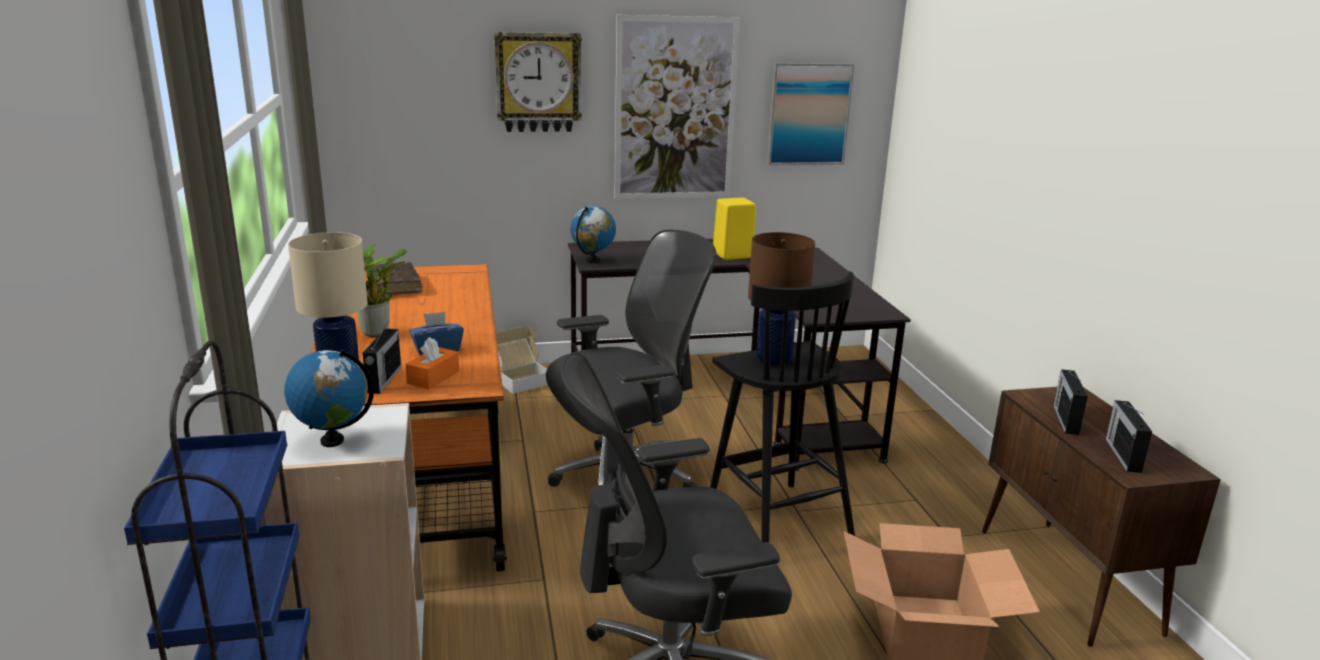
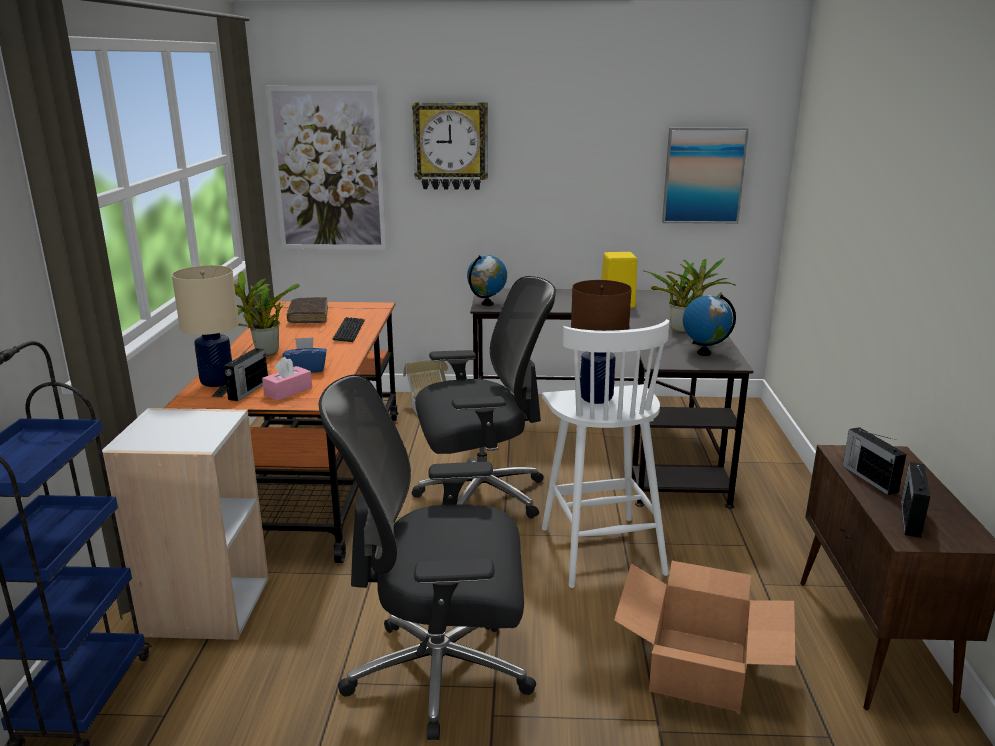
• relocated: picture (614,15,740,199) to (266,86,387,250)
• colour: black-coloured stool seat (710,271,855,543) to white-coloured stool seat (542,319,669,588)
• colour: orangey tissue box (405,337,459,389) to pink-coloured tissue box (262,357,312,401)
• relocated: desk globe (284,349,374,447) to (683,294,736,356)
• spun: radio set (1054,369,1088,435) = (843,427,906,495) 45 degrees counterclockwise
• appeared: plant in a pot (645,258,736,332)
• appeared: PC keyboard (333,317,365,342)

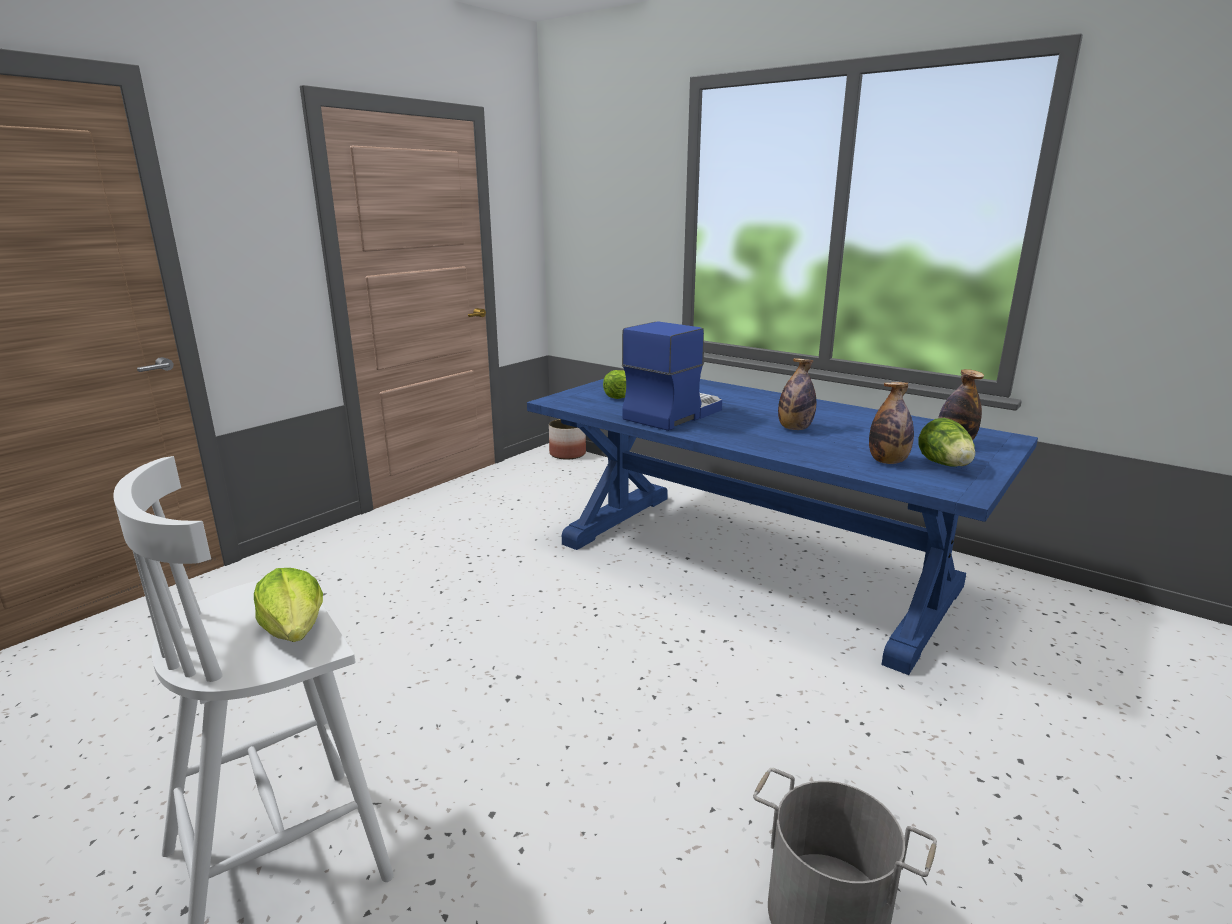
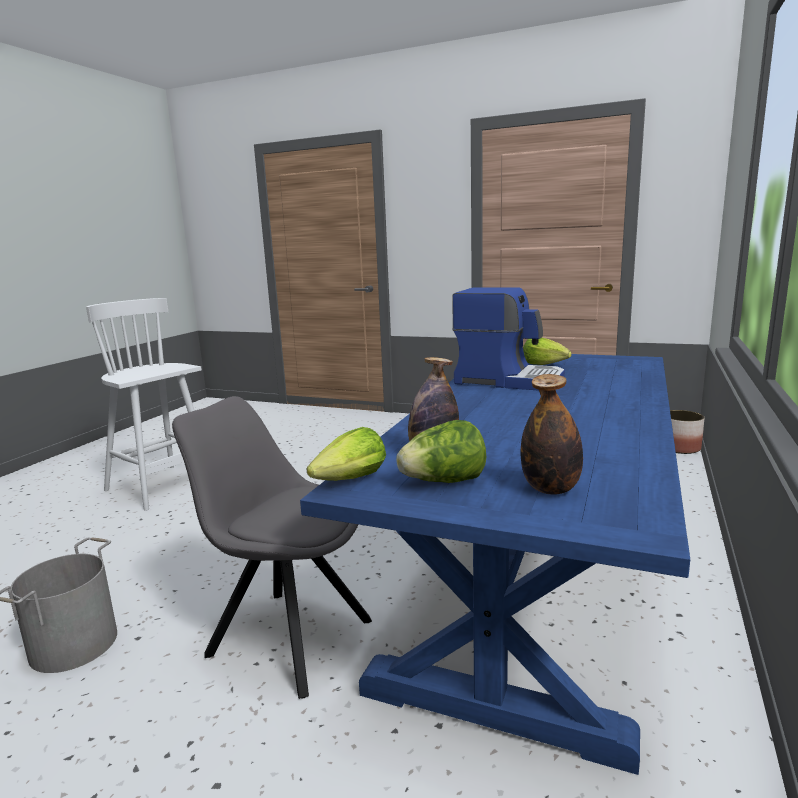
• missing: bottle (778,358,816,430)
• relocated: head of lettuce (254,568,323,642) to (307,427,386,481)
• appeared: gray plain chair (172,396,372,699)

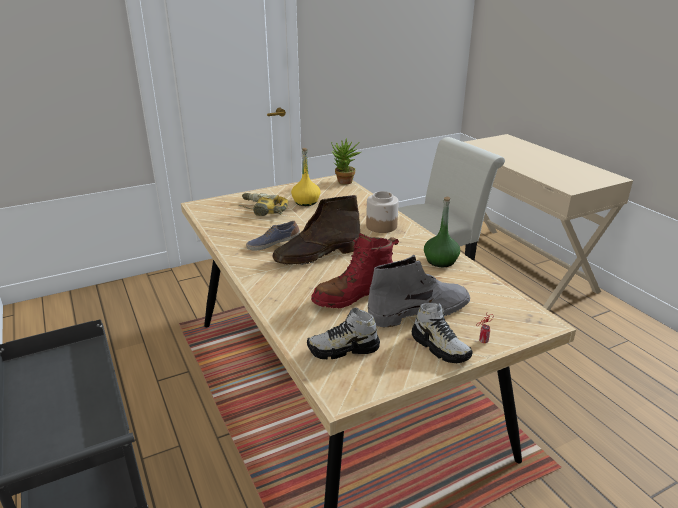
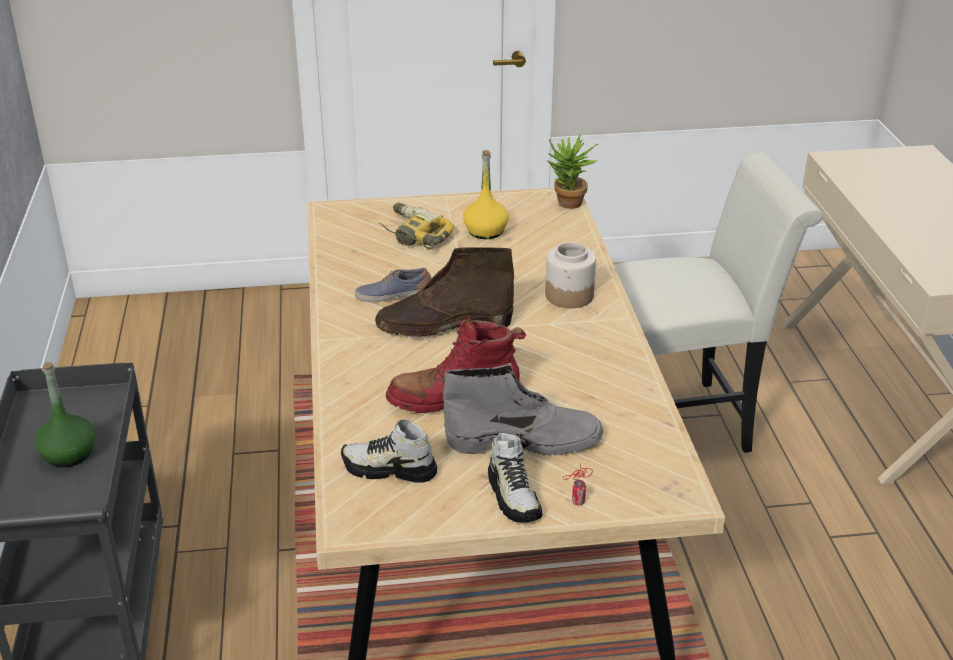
• relocated: greenish bottle (424,197,460,267) to (35,362,95,467)

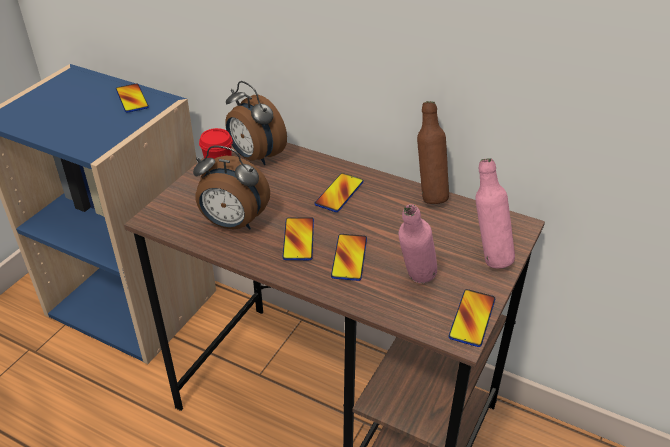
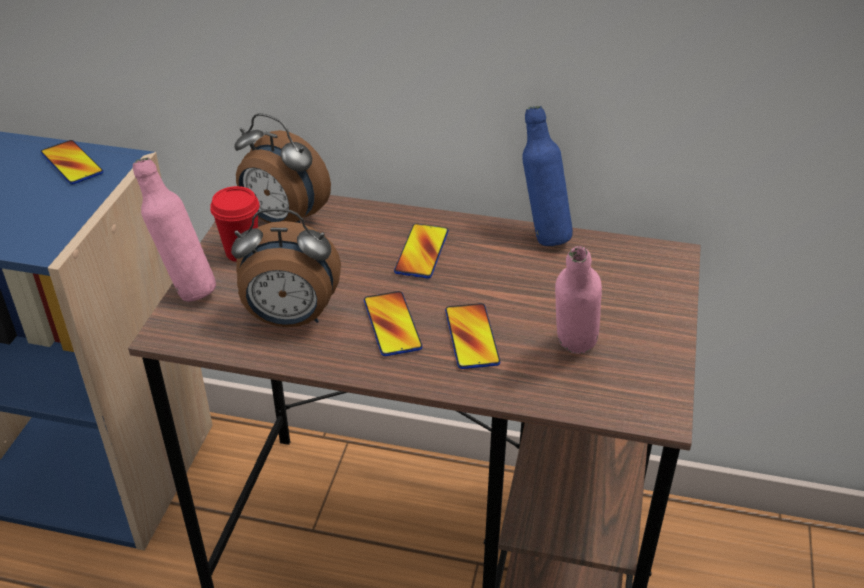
• colour: brown-coloured bottle (417,101,449,204) to blue bottle (522,106,573,246)
• relocated: pink-coloured bottle (475,158,515,269) to (133,157,216,302)
• missing: handset (448,289,495,347)

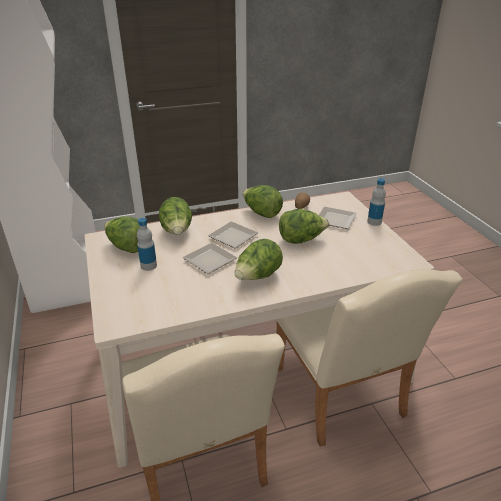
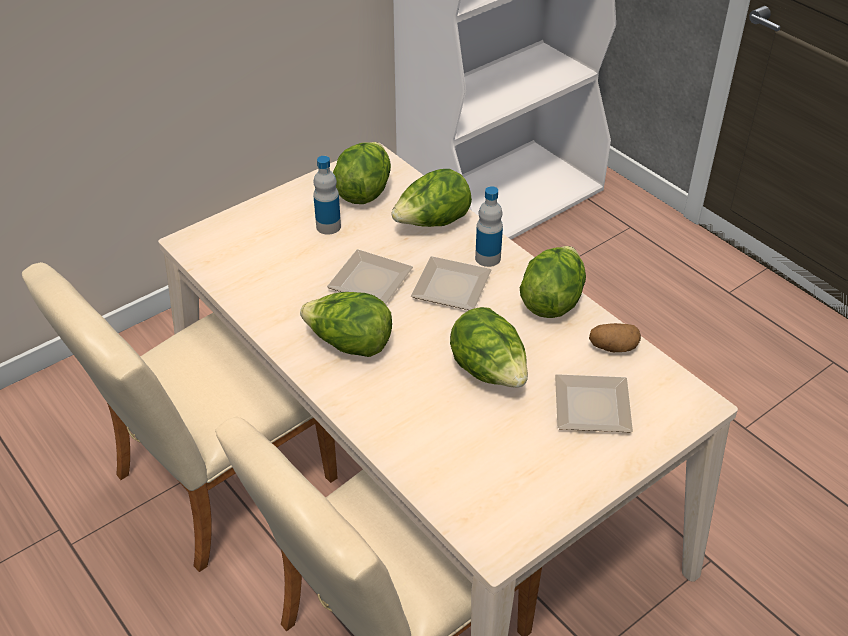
• relocated: bottle (367,178,386,226) to (475,186,503,267)

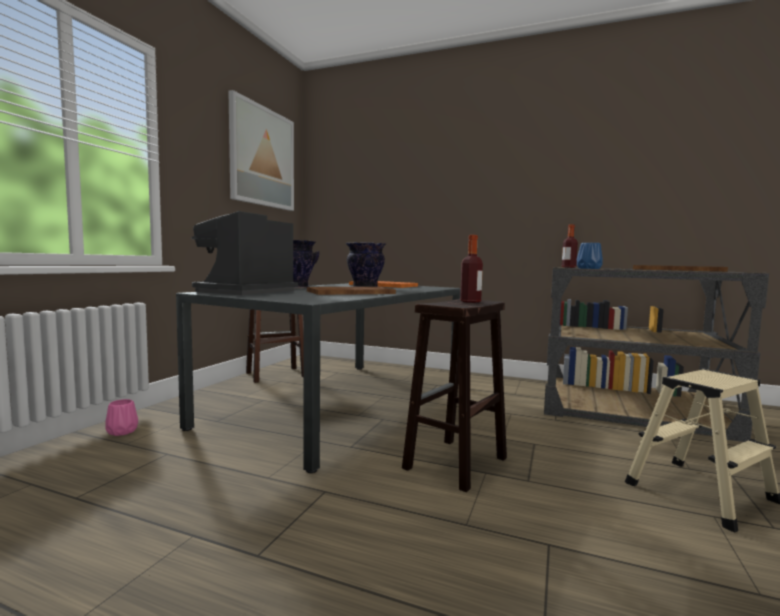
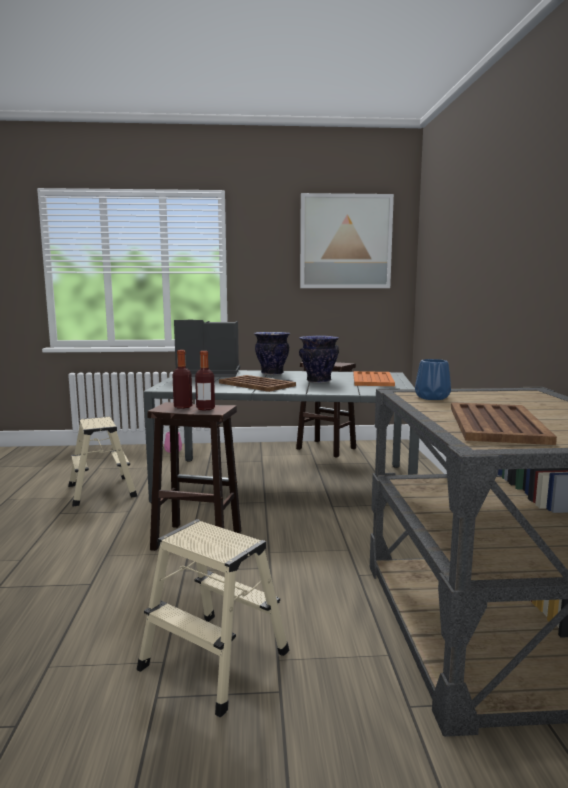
• relocated: bottle (562,224,578,268) to (172,350,192,409)
• appeared: beige stepladder (68,416,137,506)

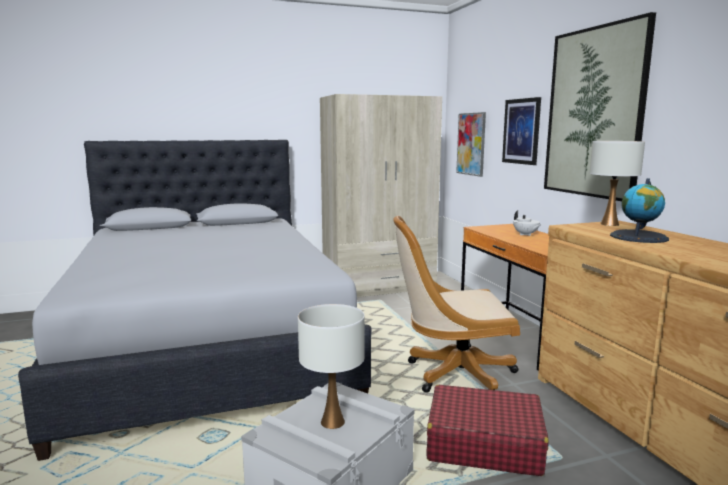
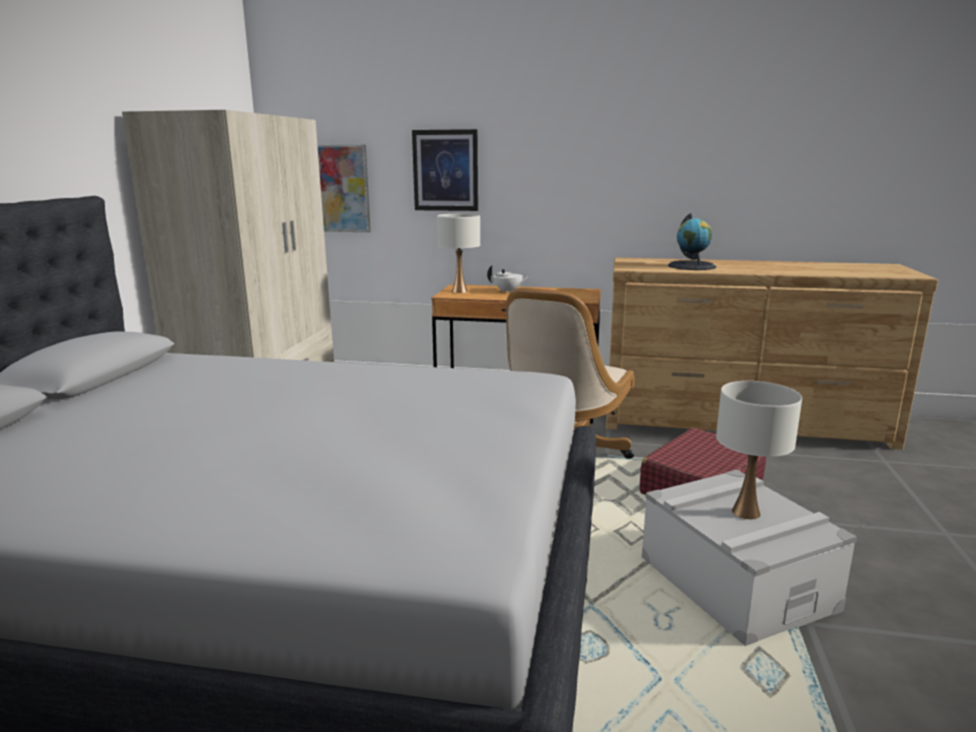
• missing: picture (544,12,656,201)
• relocated: white-coloured table lamp (590,141,645,226) to (437,214,480,293)

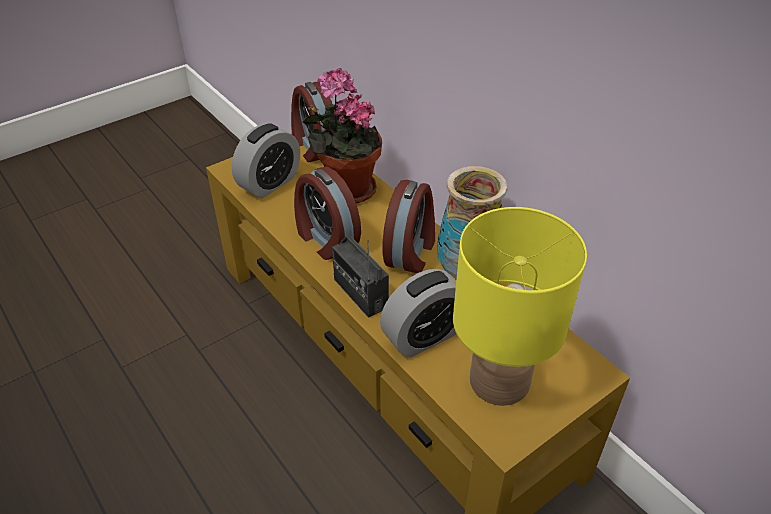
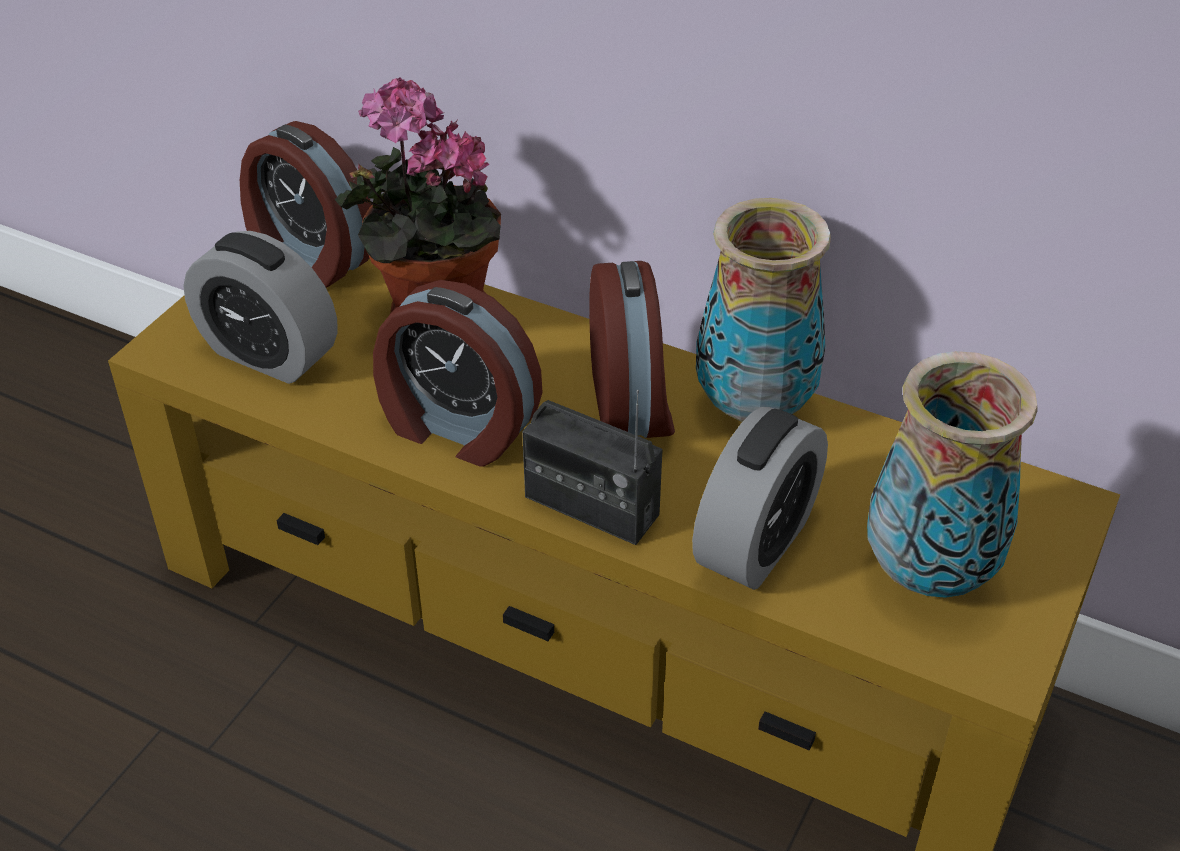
• spun: table clock (232,123,300,198) = (183,231,337,384) 105 degrees clockwise
• exchanged: yellowish table lamp (453,207,587,406) to flower vase (867,351,1038,598)

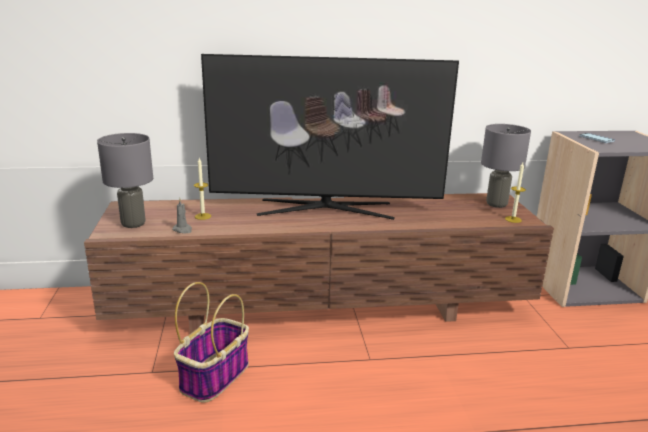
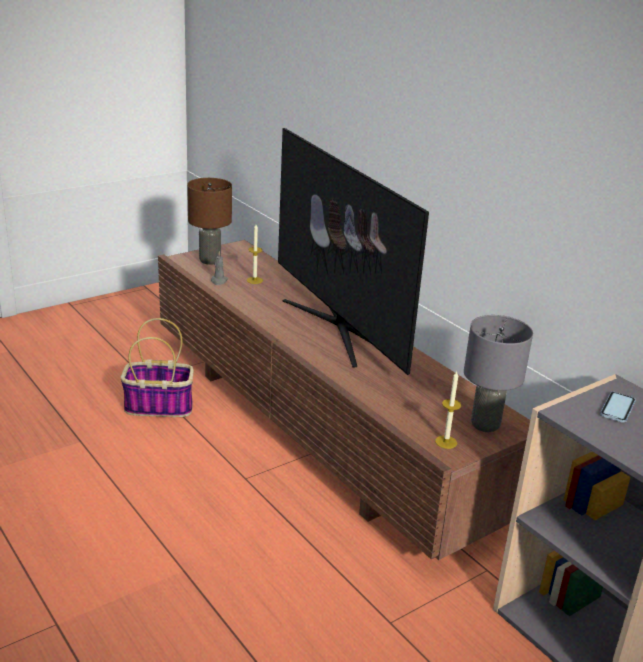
• colour: gray table lamp (97,133,153,228) to brown-coloured table lamp (187,178,232,265)

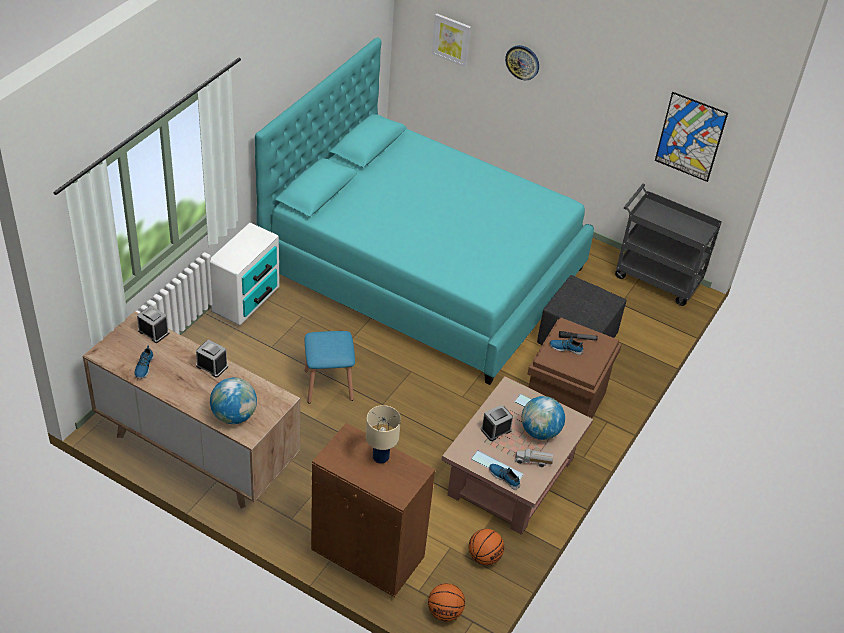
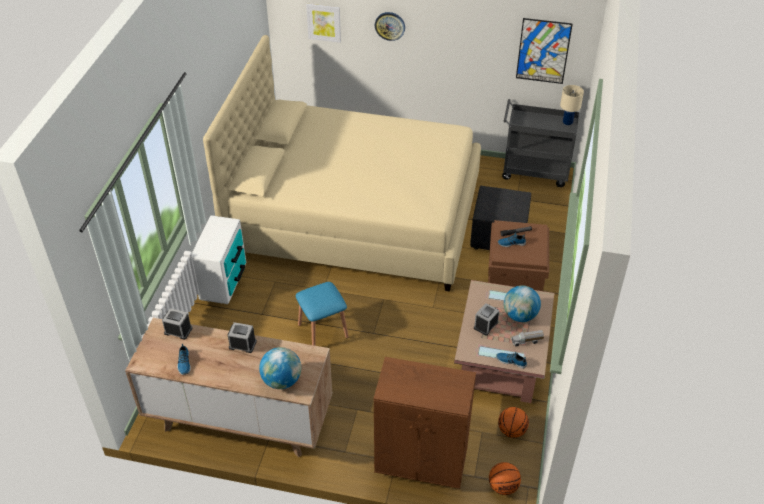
• colour: blue-green bed (255,38,594,385) to beige bed (203,35,481,292)
• relocated: beige table lamp (366,405,401,464) to (560,85,584,125)

